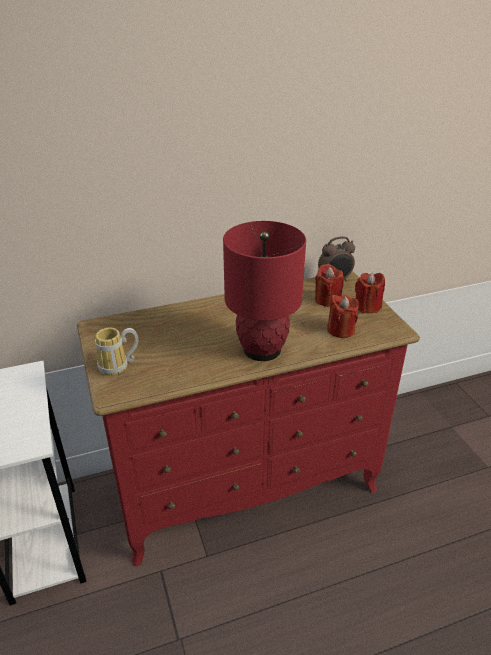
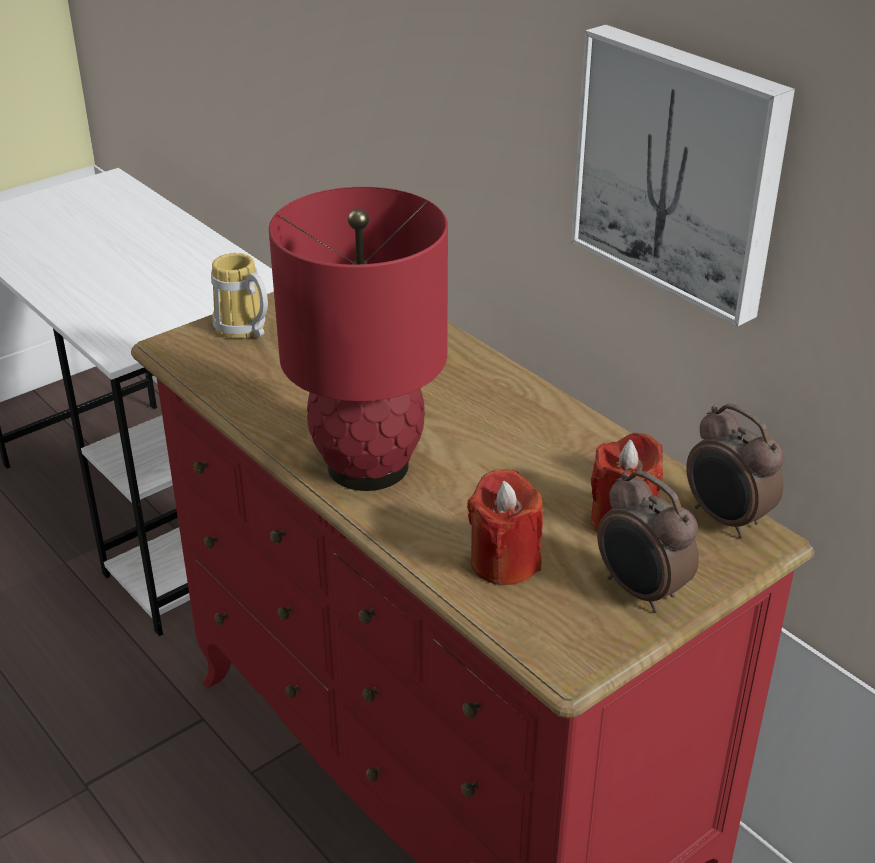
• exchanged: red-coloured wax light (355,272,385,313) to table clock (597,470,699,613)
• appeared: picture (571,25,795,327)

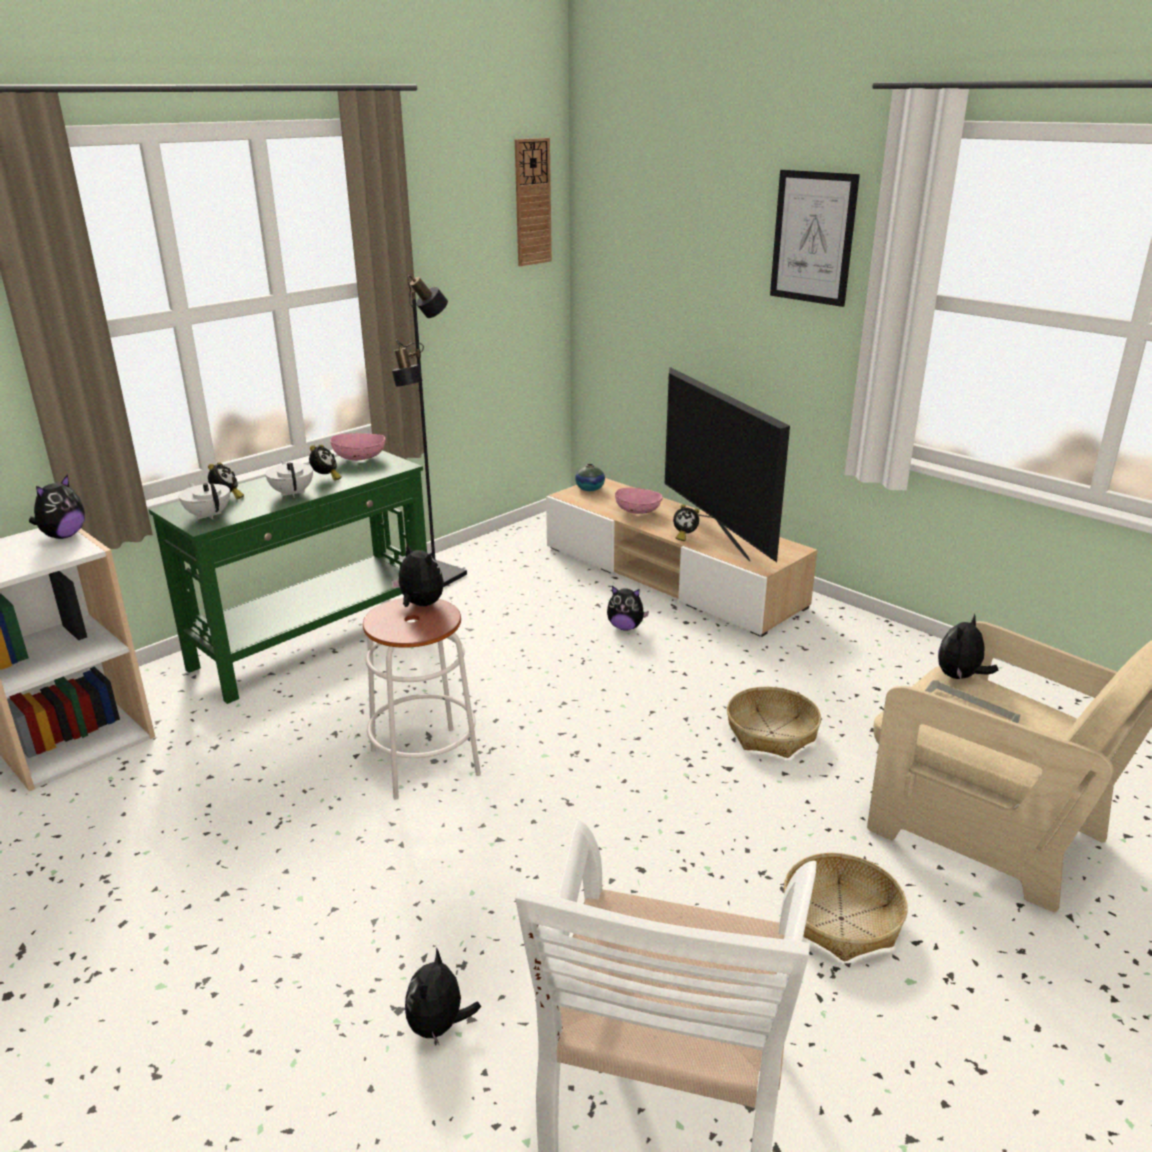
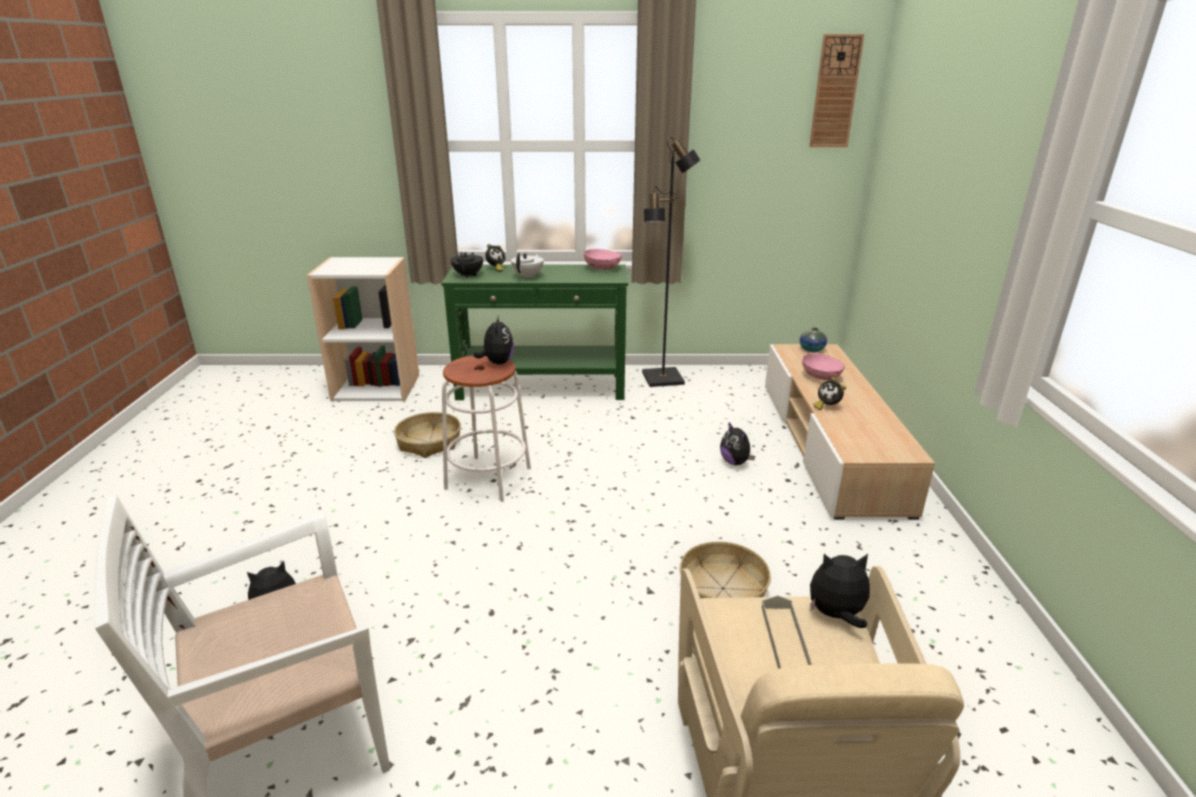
• missing: picture (770,170,860,307)
• missing: TV set (665,367,790,562)
• missing: table clock (309,445,342,480)
• missing: soft toy (29,474,85,539)
• colour: white-coloured pot for tea (178,482,230,520) to black-coloured pot for tea (451,252,483,278)
• relocated: household basket (784,853,908,961) to (394,412,461,458)

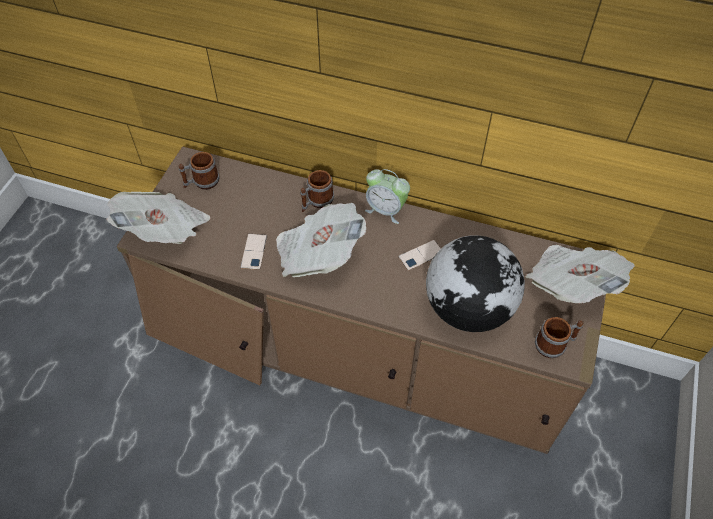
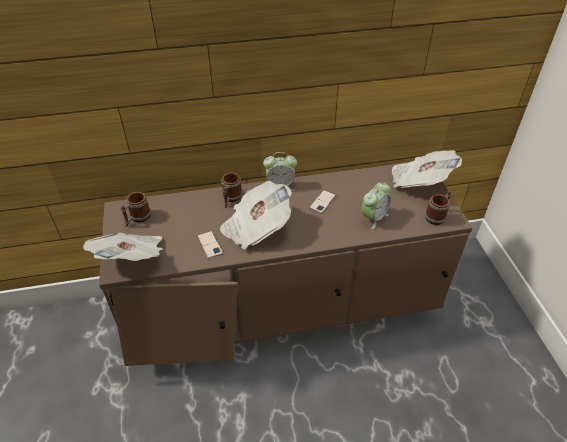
• exchanged: desk globe (426,235,525,332) to table clock (362,182,391,230)

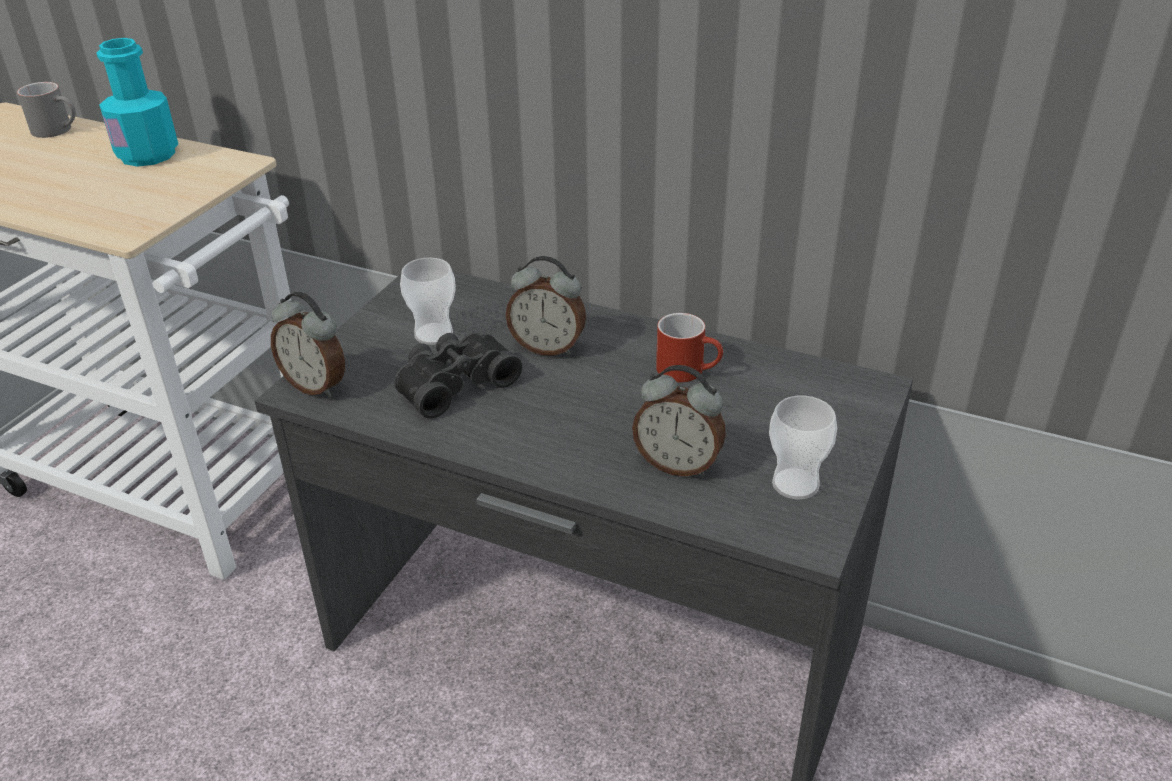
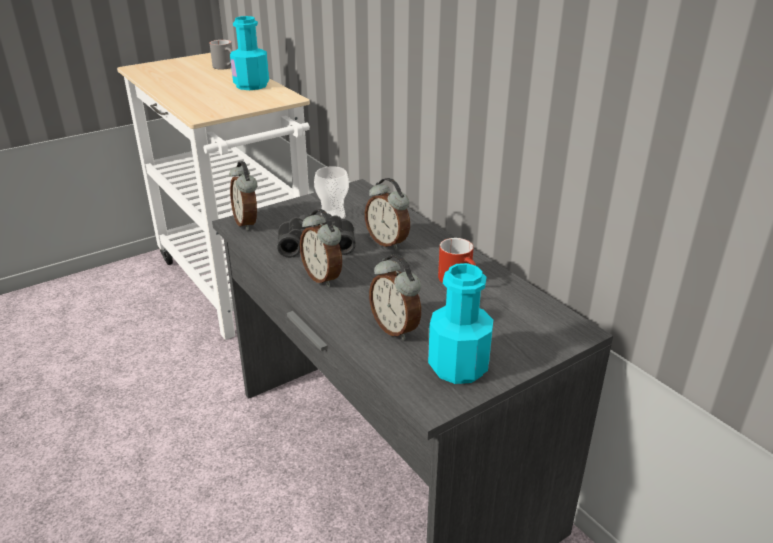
• exchanged: drinking cup (769,395,837,499) to blue-green bottle (428,263,493,384)
• appeared: table clock (300,209,342,287)

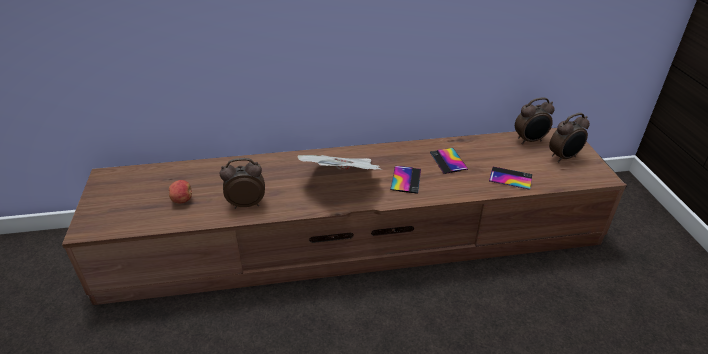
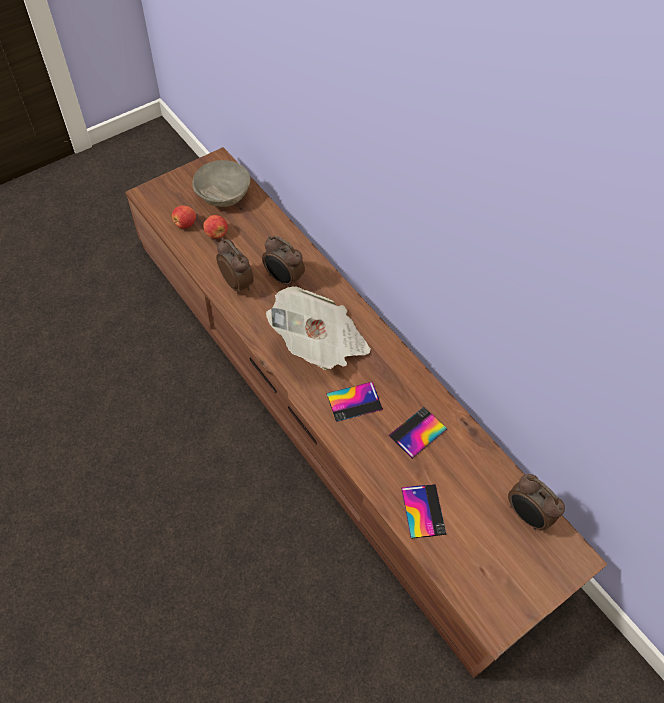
• relocated: table clock (549,113,590,163) to (262,236,305,287)
• appeared: gray deep dish (192,160,251,207)
• appeared: whole apple (172,206,196,229)

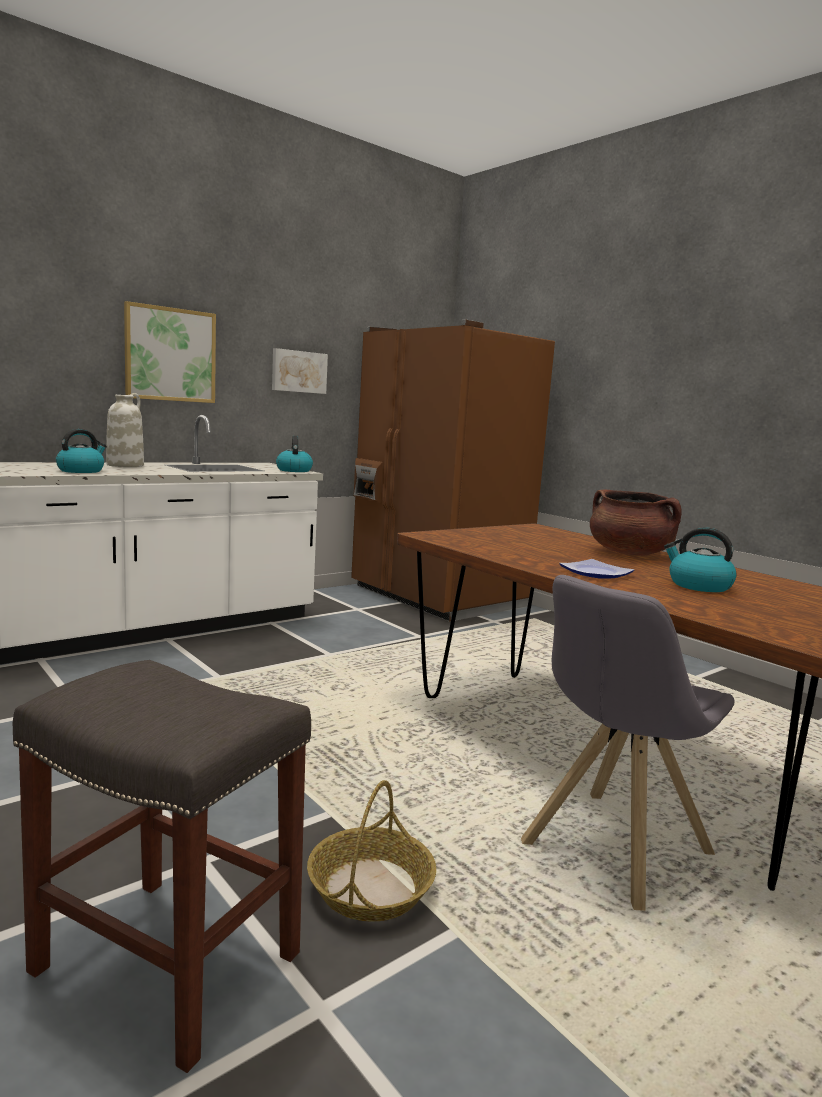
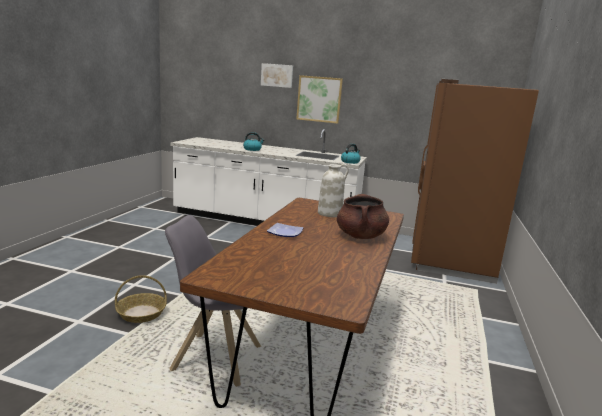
• relocated: picture (272,348,328,394) to (261,63,293,88)
• relocated: white-coloured flower vase (106,393,144,467) to (318,164,349,217)
• missing: water kettle (664,527,736,592)
• missing: gray stool seat (13,660,311,1073)

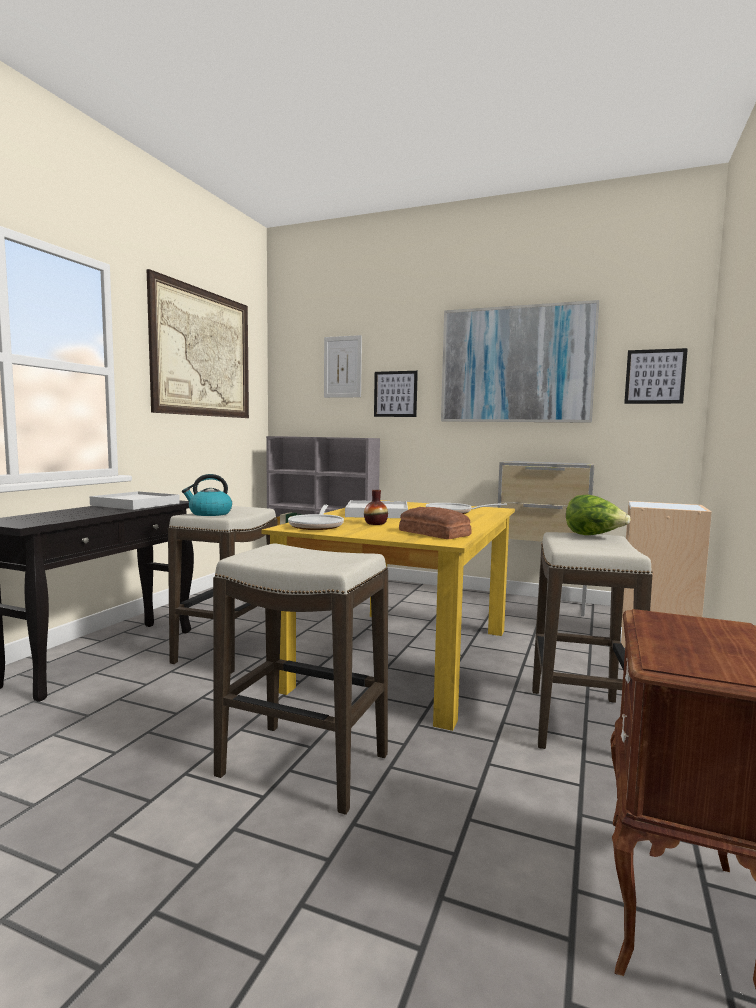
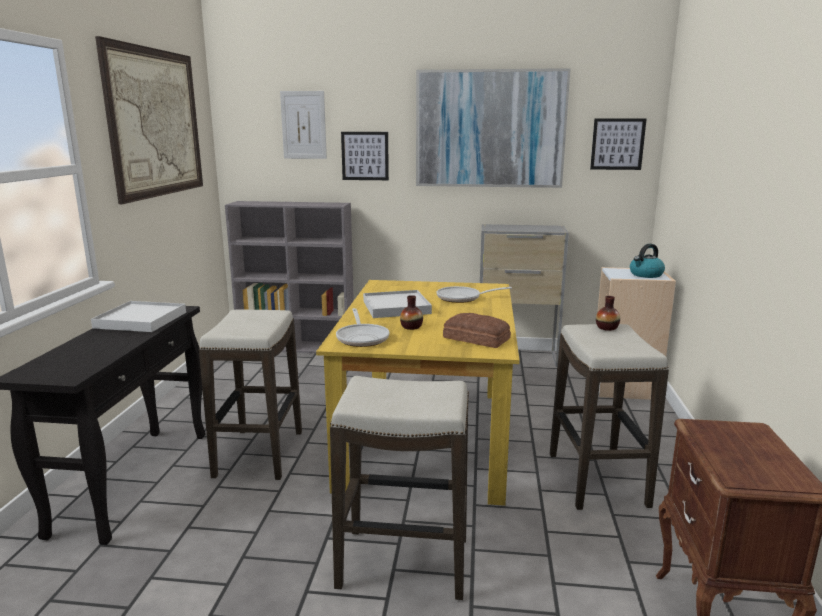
• relocated: water kettle (182,474,232,516) to (630,244,665,278)
• exchanged: head of lettuce (566,495,630,535) to flower vase (596,296,620,331)

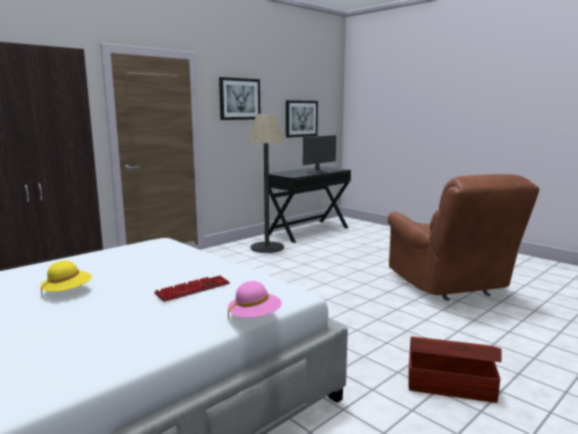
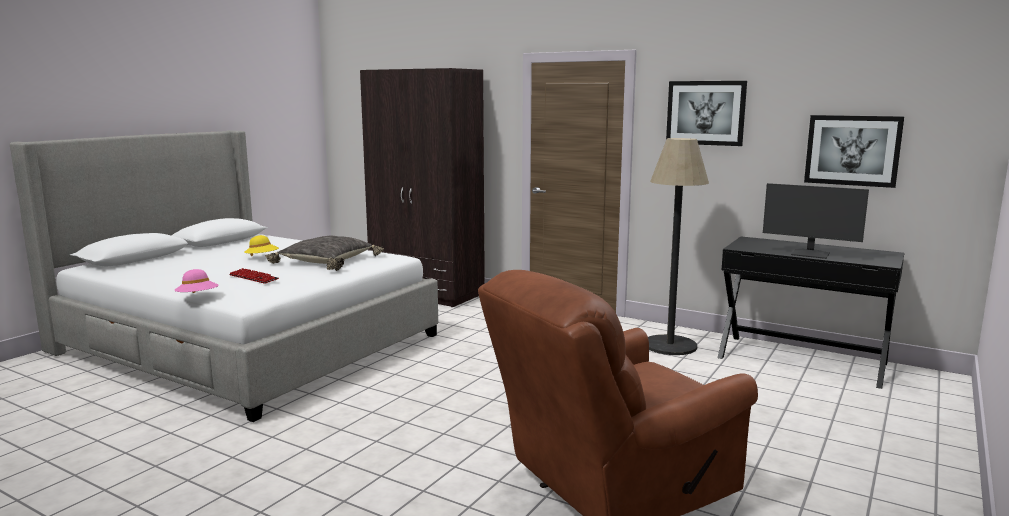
• missing: brown-coloured storage container (409,336,501,403)
• appeared: pillow (265,235,384,271)

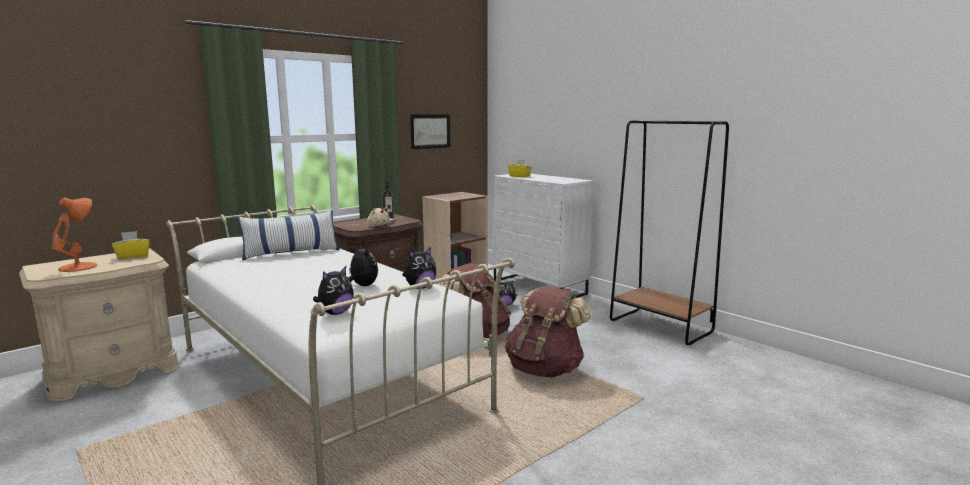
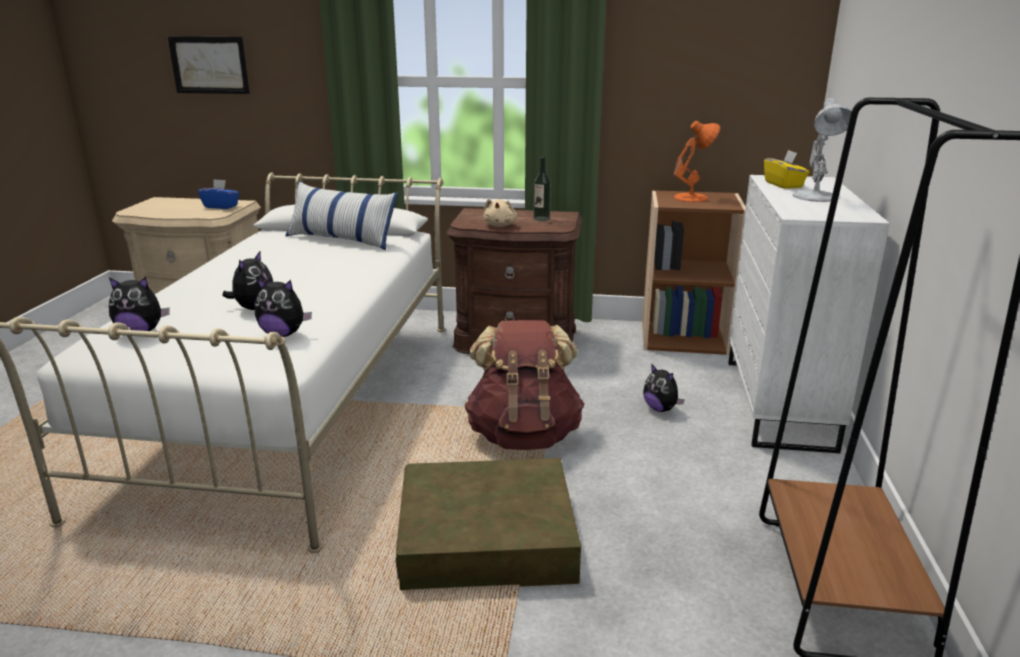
• relocated: picture (410,114,450,149) to (168,36,250,94)
• relocated: orangey table lamp (52,197,97,272) to (674,121,720,202)
• colour: yellowish tissue box (112,231,150,259) to blue tissue box (198,179,239,209)
• exchanged: brown-coloured backpack (505,286,592,377) to brown-coloured storage container (396,458,582,590)
• appeared: white-coloured table lamp (792,98,852,202)

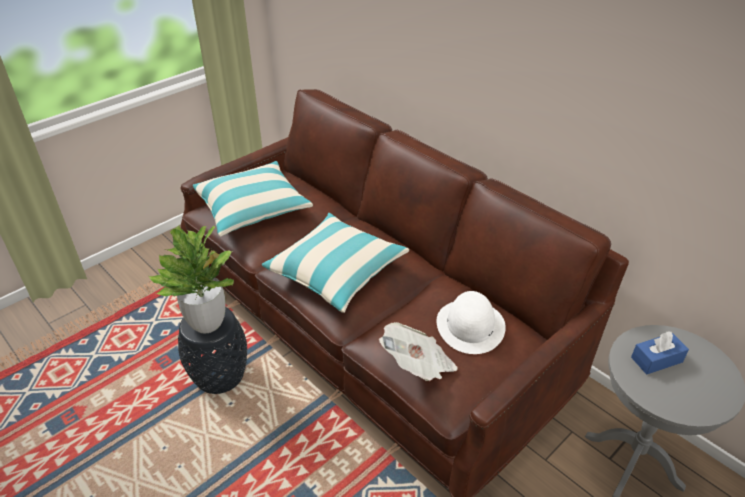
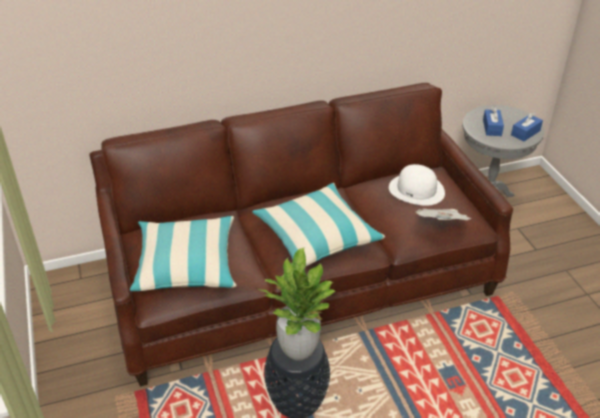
• appeared: blue tissue box (511,112,543,142)

